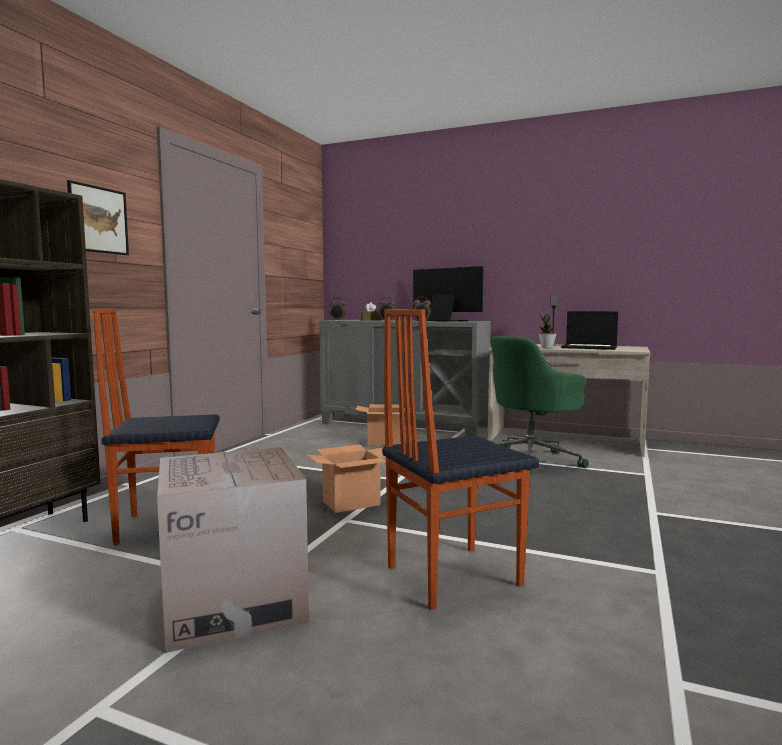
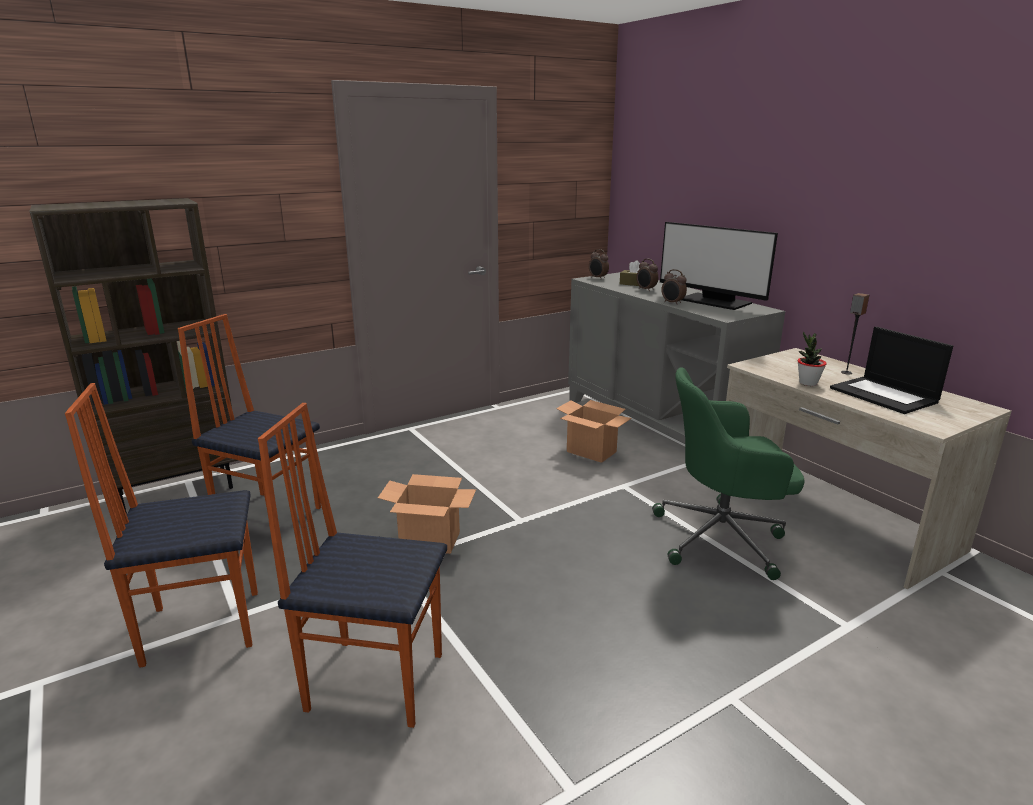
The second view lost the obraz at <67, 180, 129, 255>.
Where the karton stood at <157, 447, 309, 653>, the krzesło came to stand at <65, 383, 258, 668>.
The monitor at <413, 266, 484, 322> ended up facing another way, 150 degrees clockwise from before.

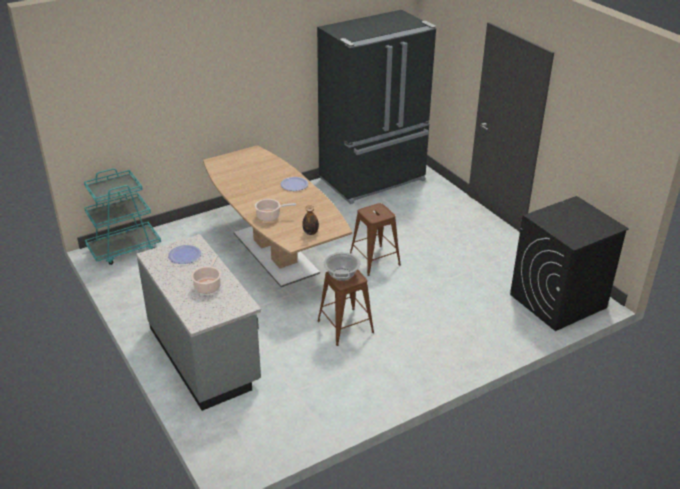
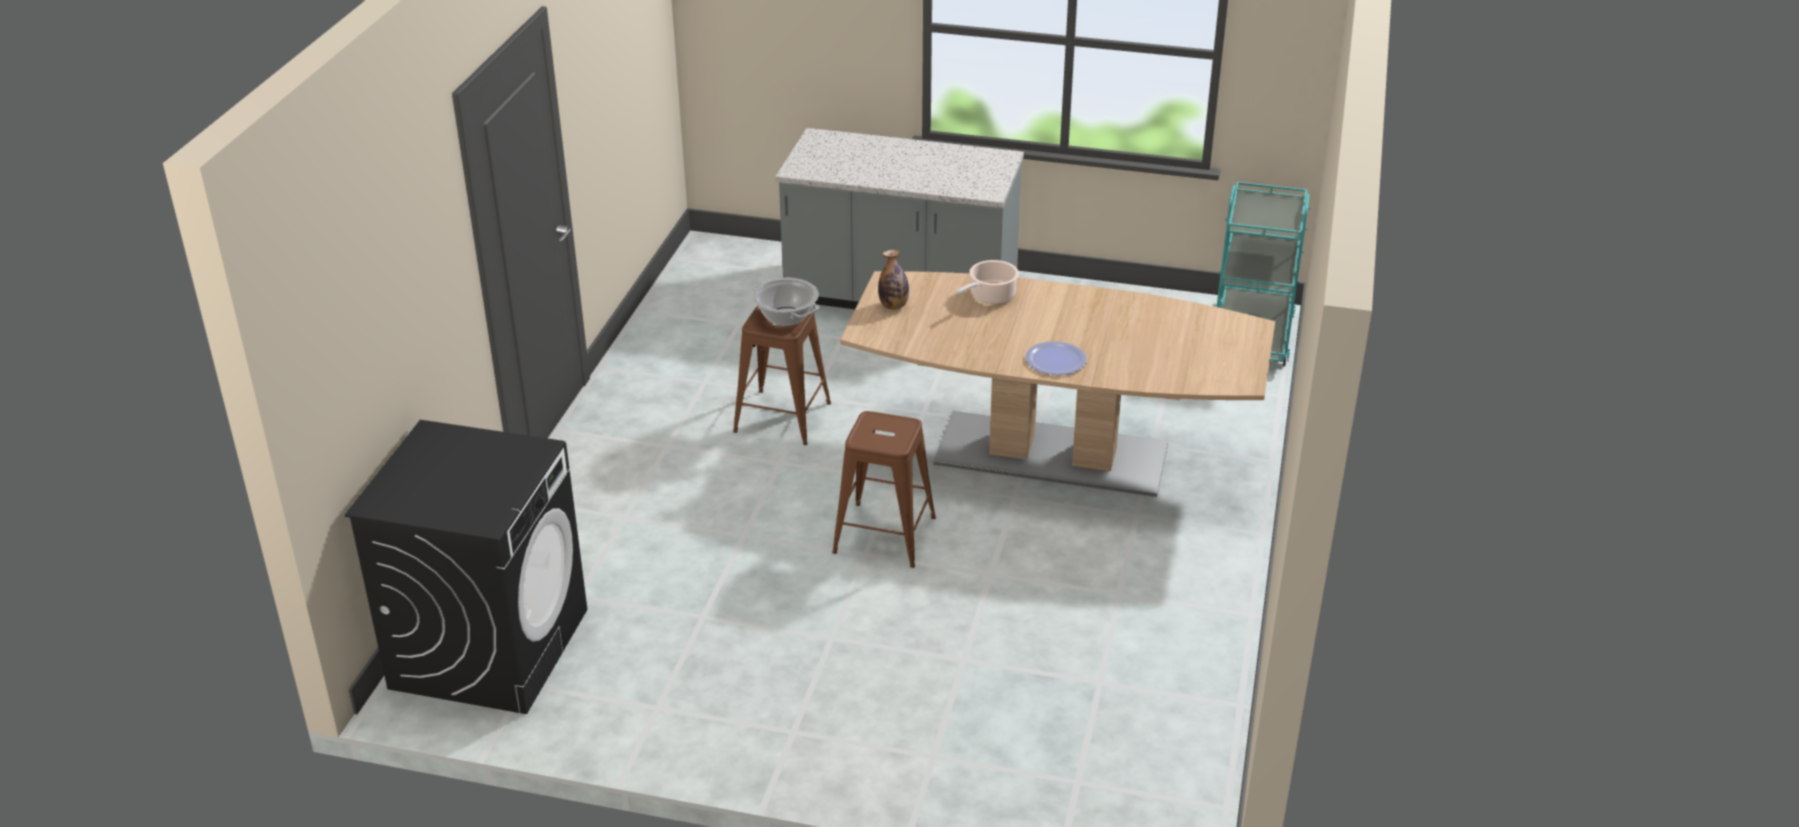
The second view lost the talerz at <168, 245, 201, 264>.
The second view lost the garnek at <191, 255, 221, 294>.
The second view lost the lodówka (czarny) at <317, 10, 437, 204>.

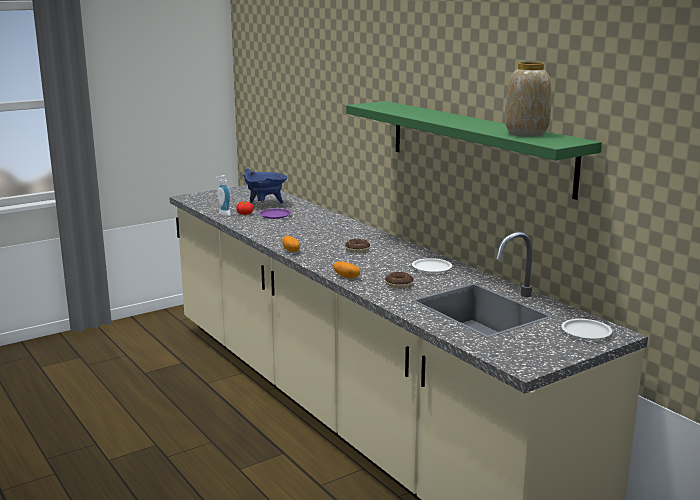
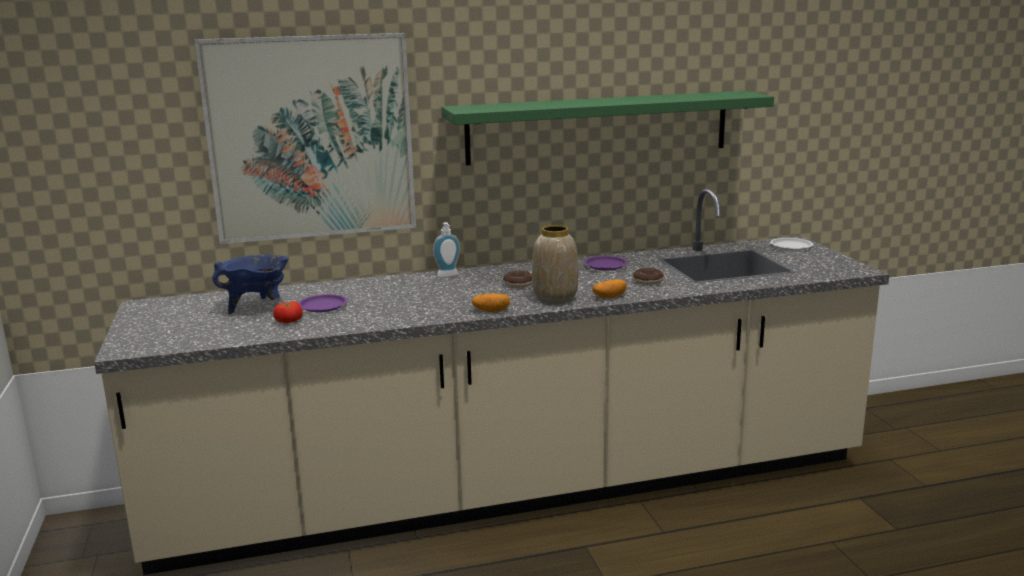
The second view gained the obraz at <194, 33, 416, 244>.
The dozownik mydła ended up elsewhere, having gone from <216, 175, 231, 216> to <433, 222, 460, 278>.
The wazon ended up elsewhere, having gone from <505, 62, 552, 137> to <532, 225, 579, 304>.
What was the talerz (biały) at <412, 258, 452, 273> turned into the talerz (fioletowy) at <584, 256, 628, 270>.

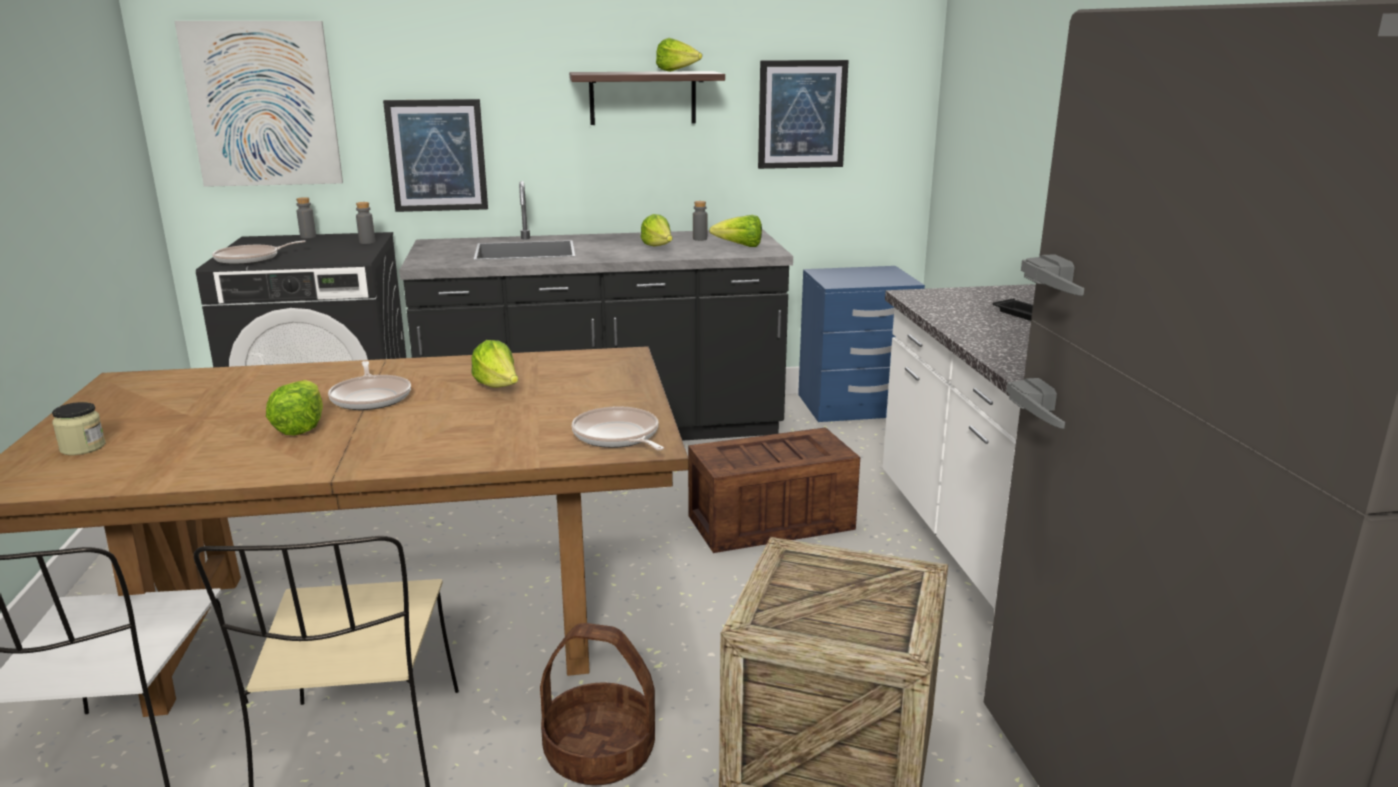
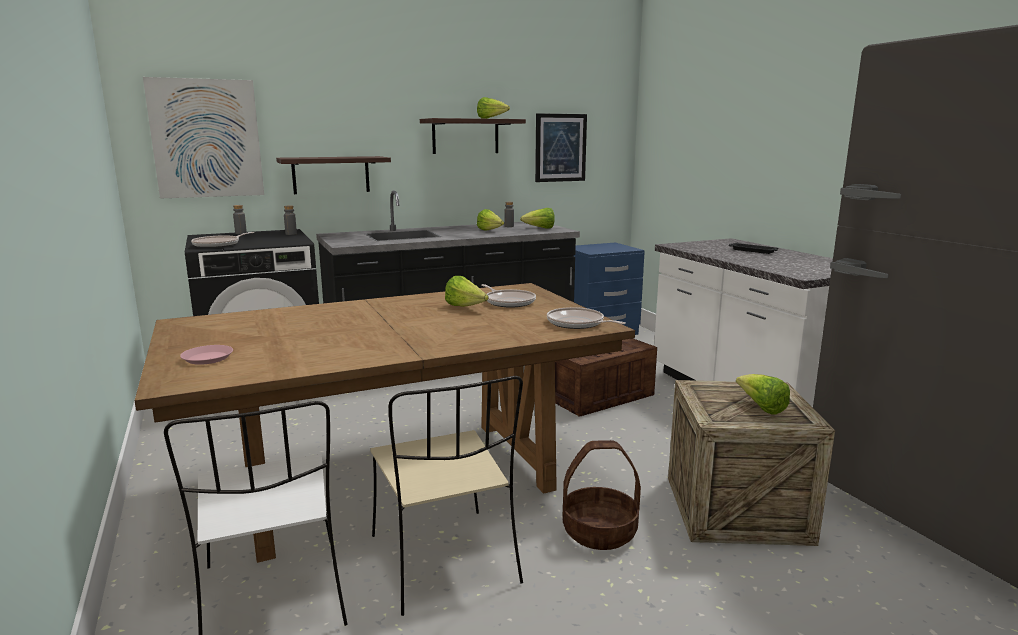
The sałata ended up elsewhere, having gone from <266, 380, 323, 436> to <736, 374, 790, 415>.
The patelnia ended up elsewhere, having gone from <328, 361, 411, 410> to <481, 284, 536, 308>.
Where the słoik stood at <52, 402, 106, 455>, the talerz (różowy) came to stand at <180, 345, 233, 365>.
Where the obraz hung at <383, 99, 488, 212>, the półka came to hang at <276, 156, 391, 194>.

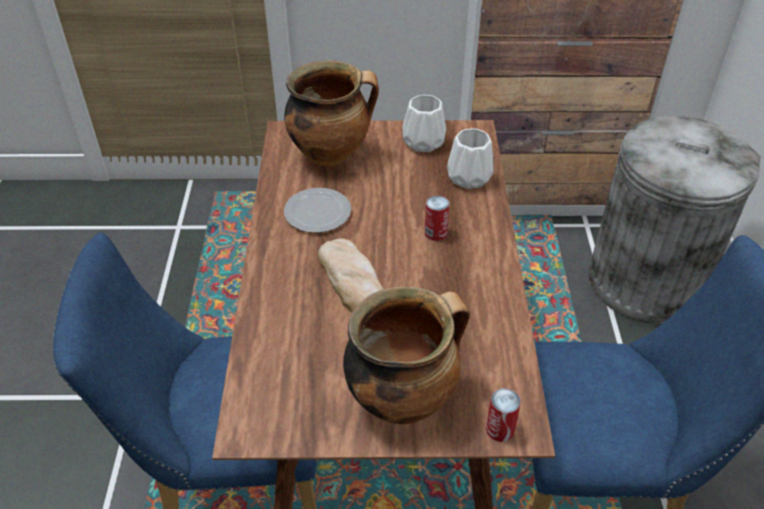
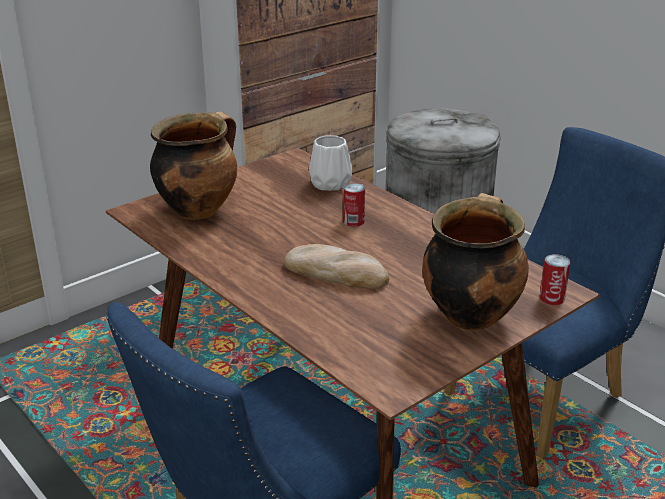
The second view lost the talerz at <284, 188, 351, 233>.
The second view lost the wazon (biały) at <402, 95, 446, 152>.

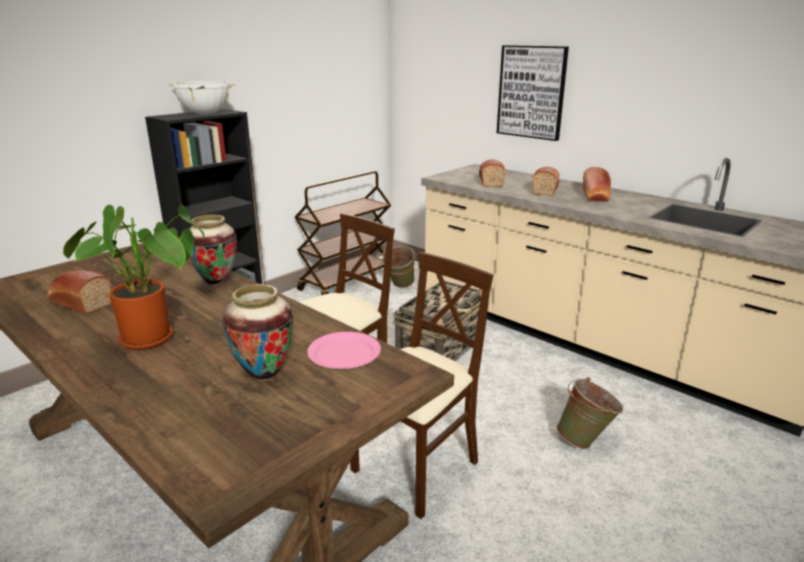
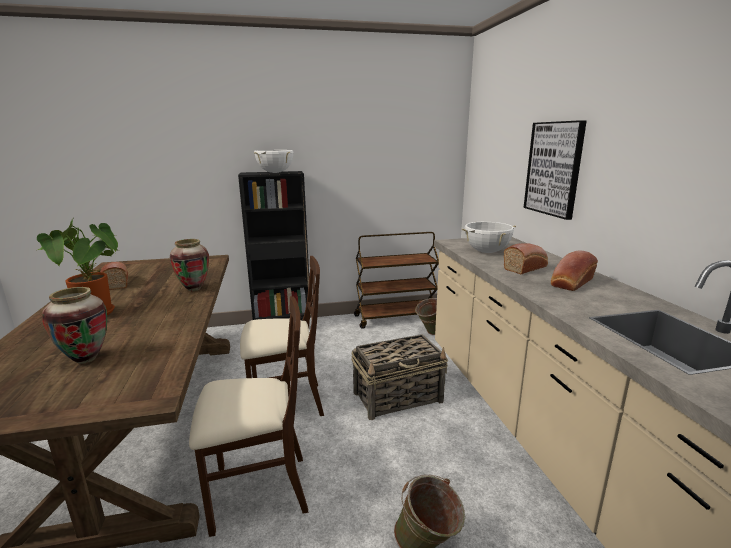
The second view lost the talerz (różowy) at <307, 332, 381, 369>.
Where the chleb stood at <479, 159, 505, 187>, the garnek (biały) came to stand at <462, 222, 516, 253>.

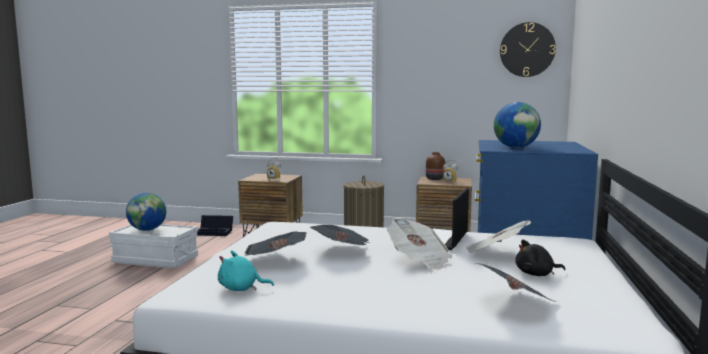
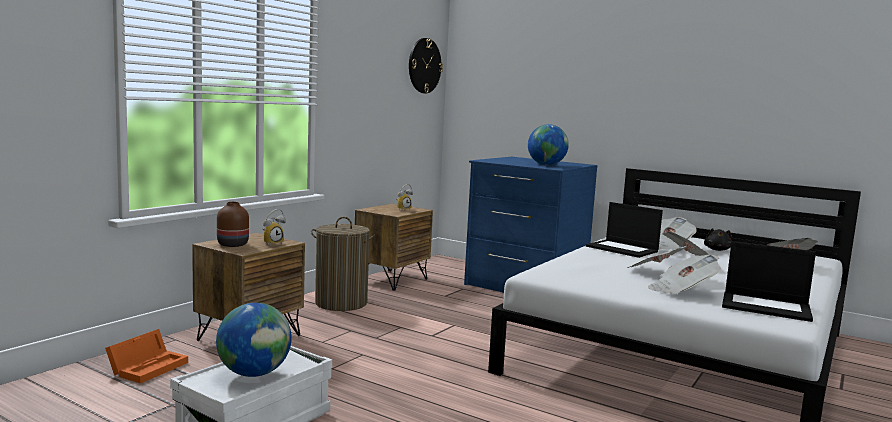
The wazon (brązowy) ended up elsewhere, having gone from <426, 152, 445, 180> to <217, 202, 249, 247>.
Where the pluszak (turkusowy) stood at <218, 251, 274, 291>, the laptop came to stand at <722, 241, 816, 322>.
What was the pojemnik do przechowywania (czarny) at <197, 215, 233, 236> turned into the pojemnik do przechowywania (pomarańczowy) at <105, 329, 188, 383>.

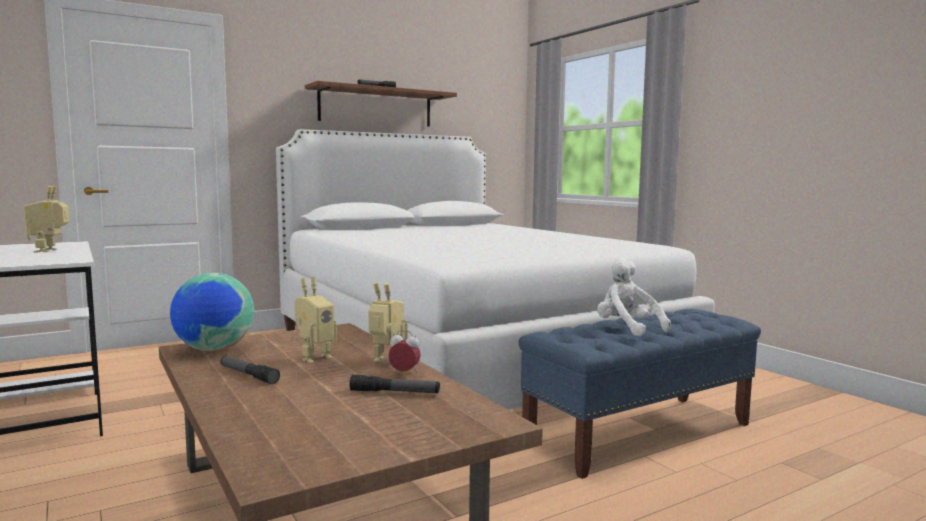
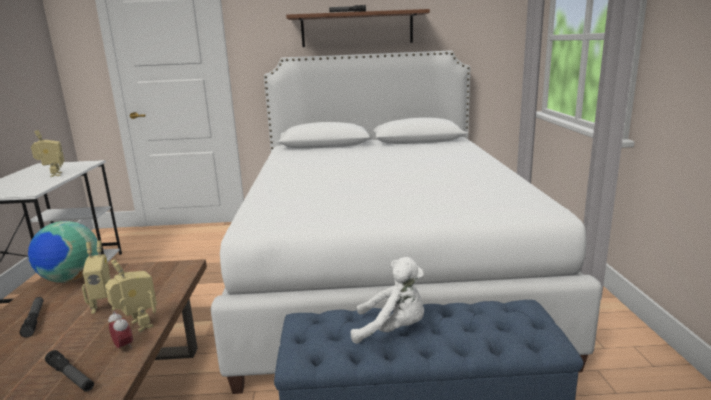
The robot zabawkowy at <24, 186, 69, 252> ended up facing another way, 135 degrees clockwise from before.
The pluszak (biały) at <597, 257, 671, 337> ended up facing another way, 105 degrees clockwise from before.

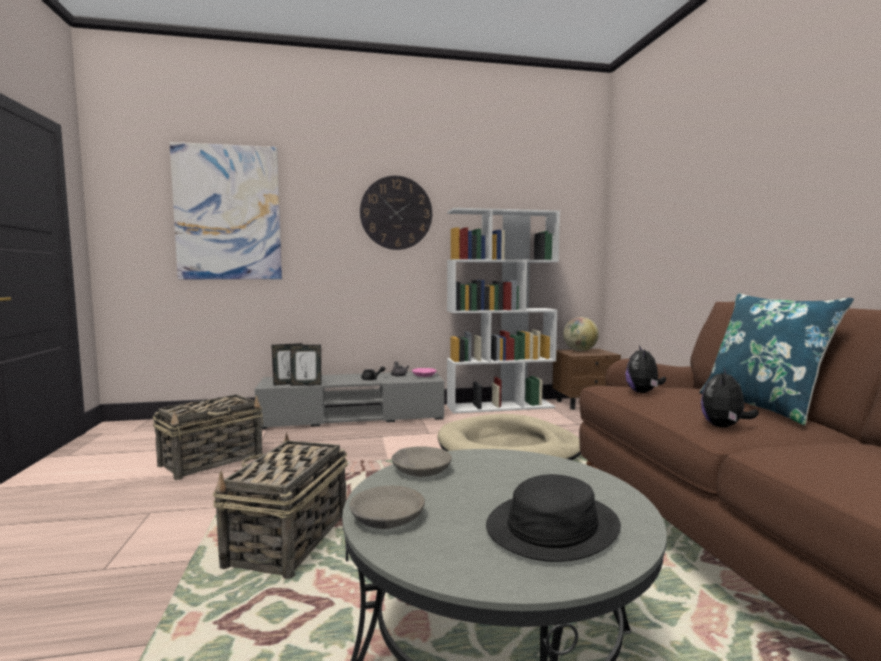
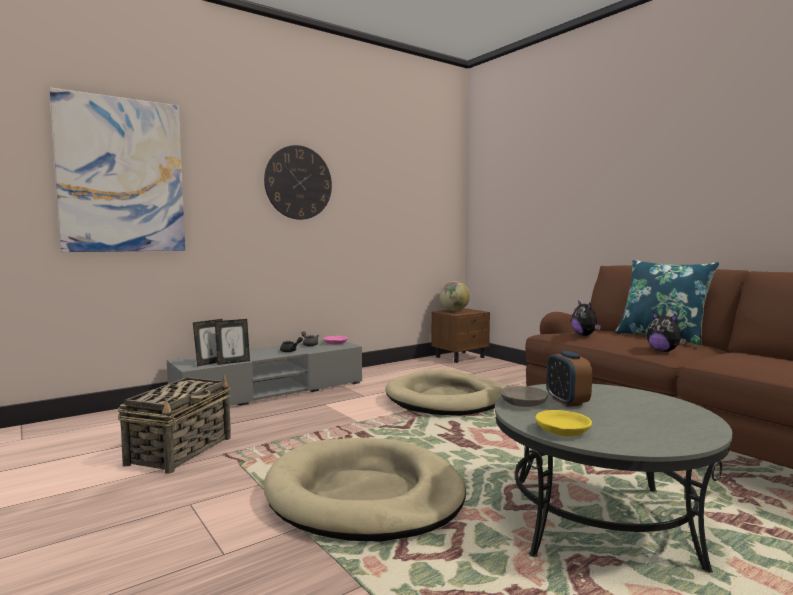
The second view lost the regał (biały) at <447, 208, 560, 414>.
The second view lost the kapelusz (czarny) at <486, 474, 621, 562>.
The second view gained the budzik at <546, 351, 592, 407>.
Where the koszyk stood at <213, 433, 348, 579>, the legowisko (beżowy) came to stand at <264, 438, 466, 542>.
What was the miska (szary) at <349, 486, 425, 529> turned into the miska (żółty) at <535, 410, 592, 437>.
The pluszak at <701, 368, 759, 428> ended up facing another way, 45 degrees counterclockwise from before.

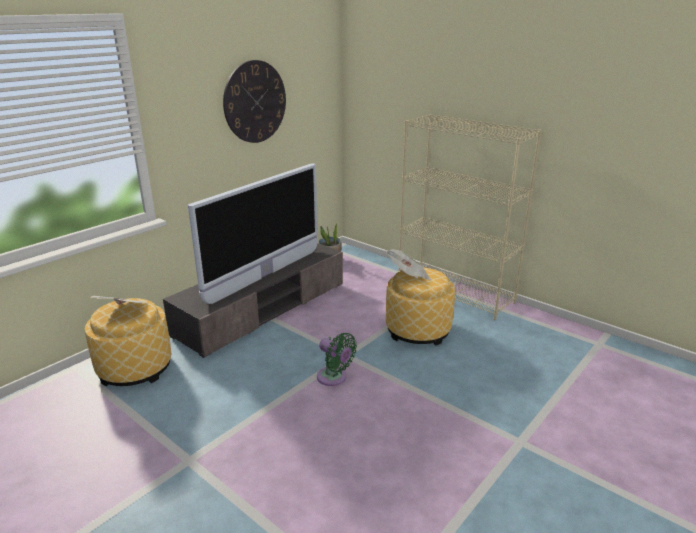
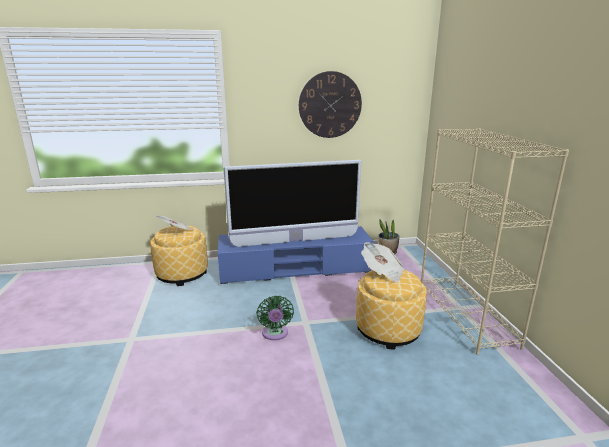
What was the szafka pod telewizor (szary) at <163, 243, 343, 358> turned into the szafka pod telewizor (niebieski) at <218, 226, 375, 284>.

